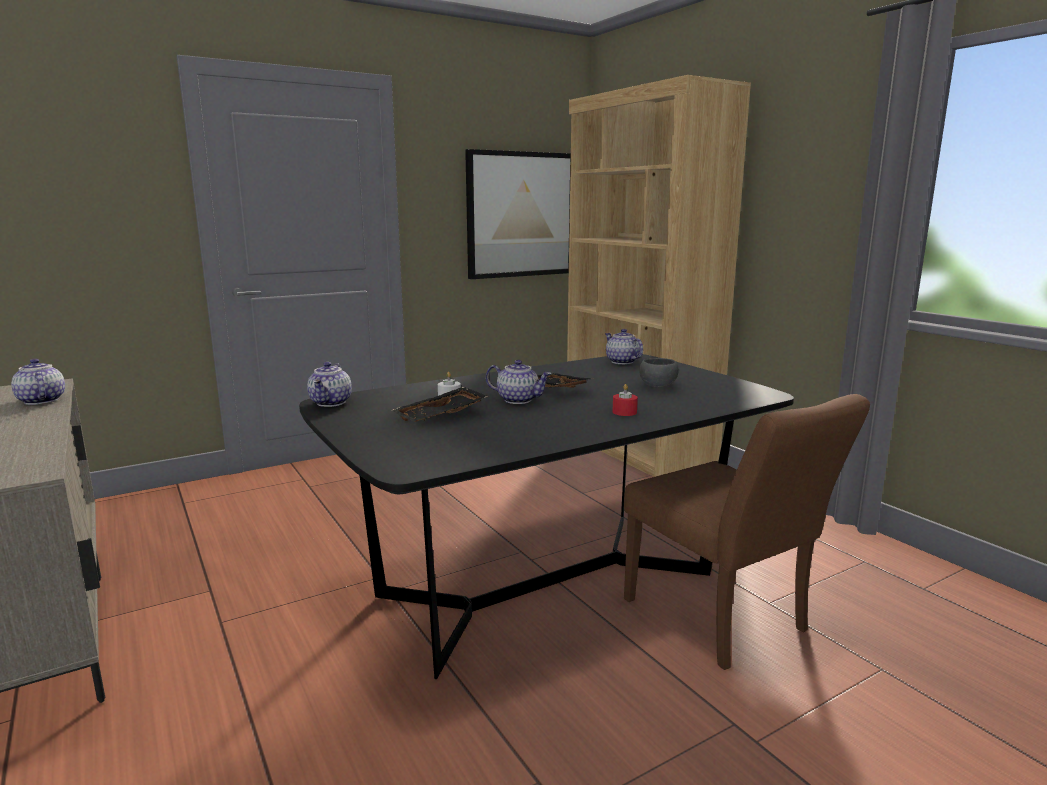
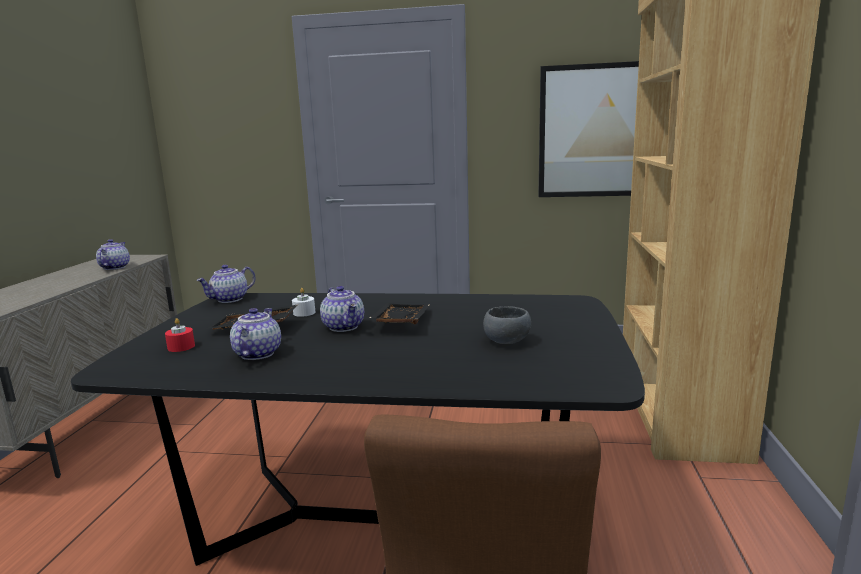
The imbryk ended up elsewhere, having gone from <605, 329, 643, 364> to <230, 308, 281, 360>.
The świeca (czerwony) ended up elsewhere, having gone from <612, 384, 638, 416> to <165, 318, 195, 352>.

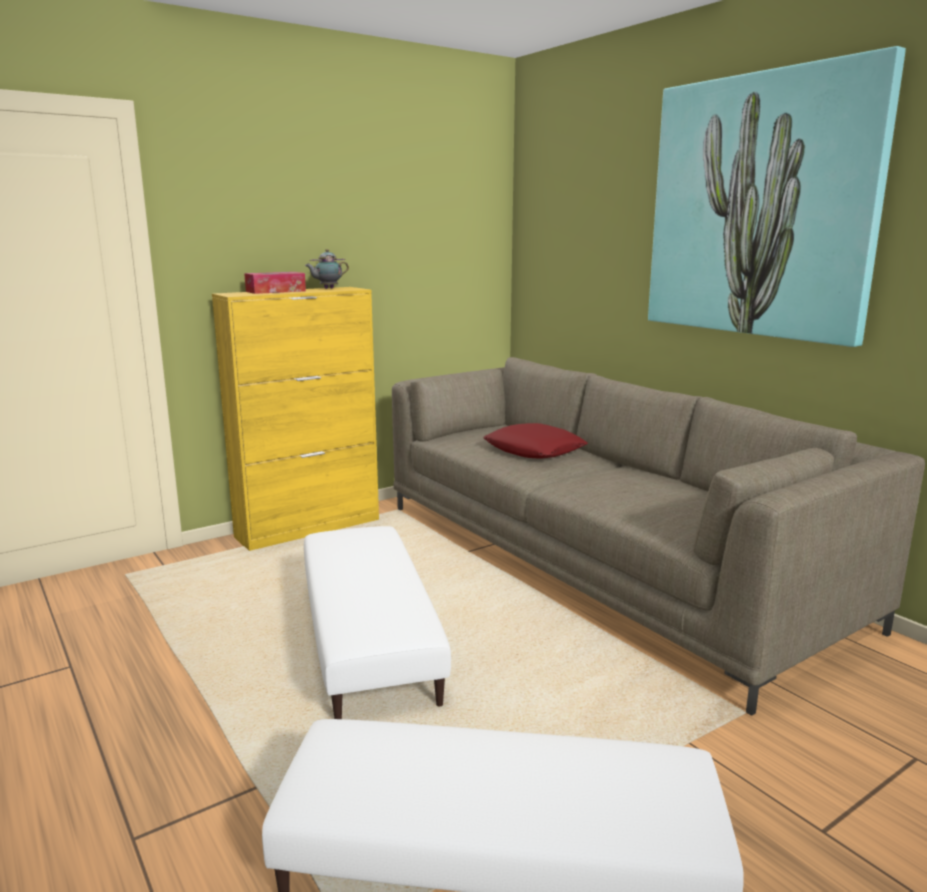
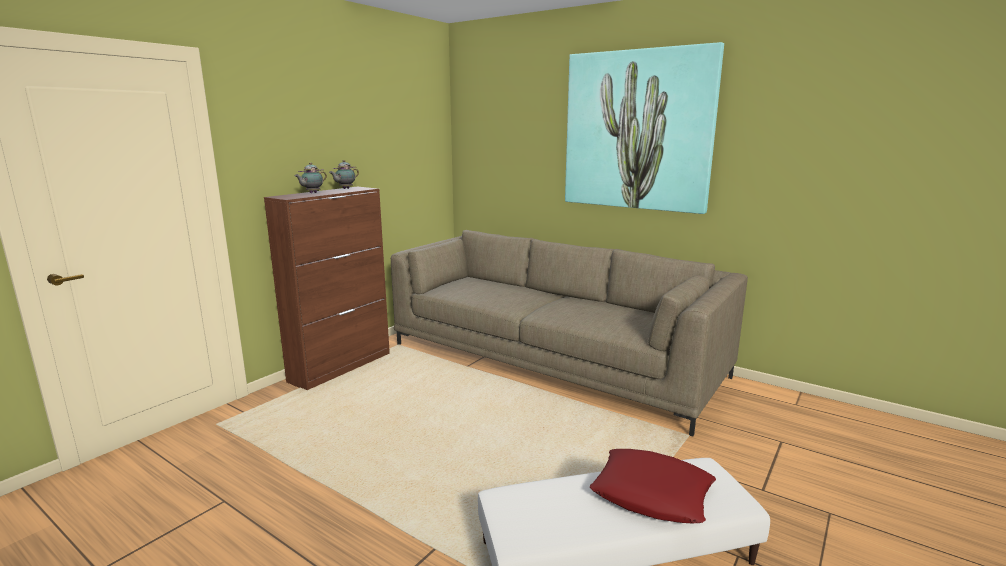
The second view lost the pufa (biały) at <304, 526, 451, 719>.
The poduszka (czerwony) ended up elsewhere, having gone from <483, 423, 588, 459> to <590, 449, 716, 523>.
Where the pudełko chusteczek stood at <244, 272, 306, 294>, the imbryk came to stand at <295, 162, 327, 193>.
What was the szafka (żółty) at <212, 287, 379, 551> turned into the szafka (brązowy) at <264, 187, 390, 390>.

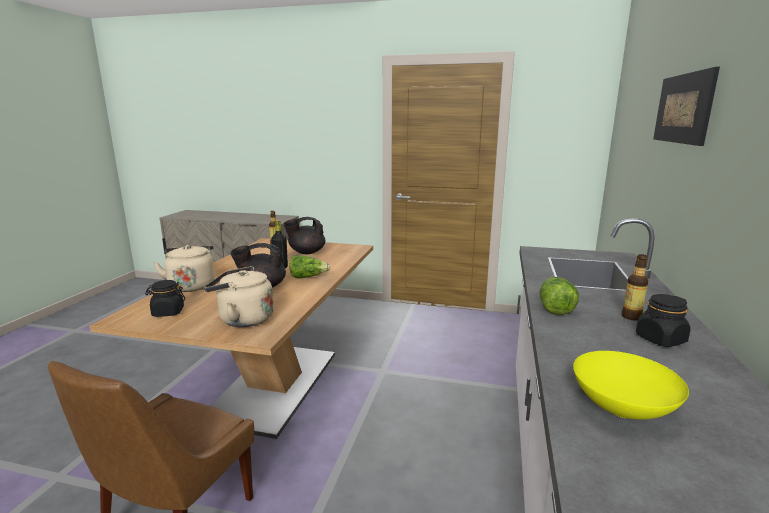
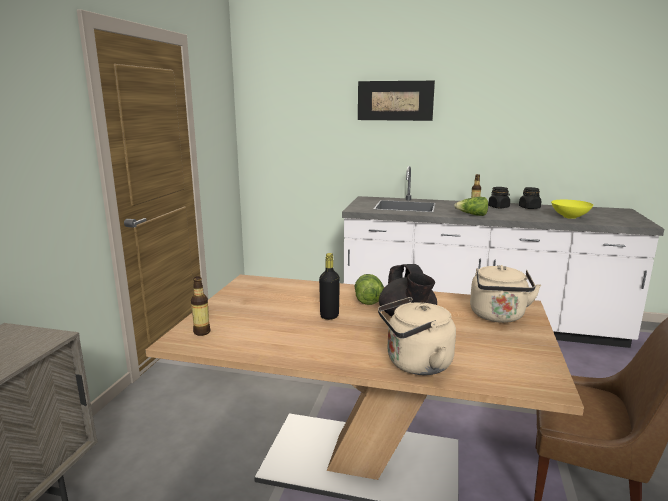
The second view lost the imbryk (czarny) at <284, 217, 325, 254>.
The słoik (czarny) ended up elsewhere, having gone from <145, 280, 185, 317> to <519, 187, 541, 209>.

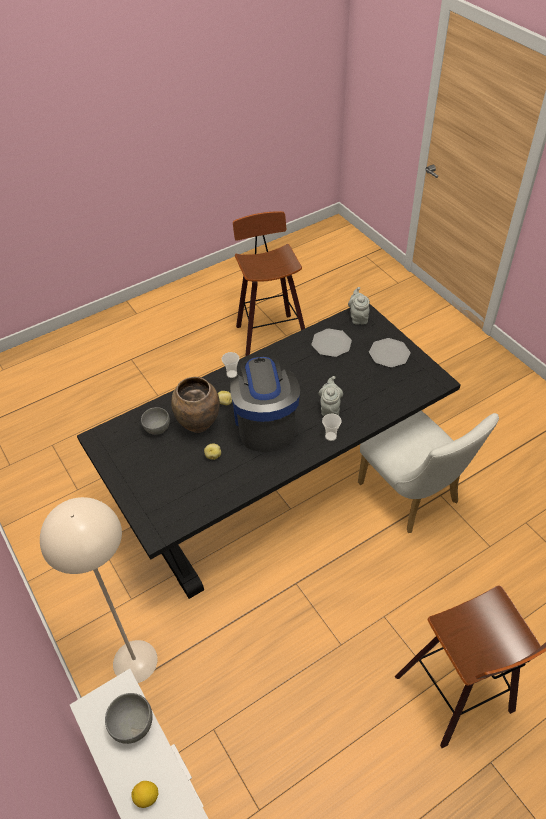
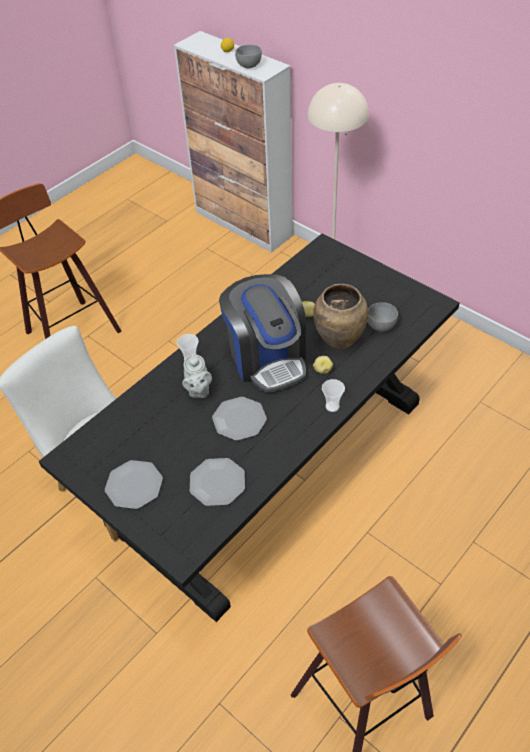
The second view lost the imbryk (szary) at <348, 287, 370, 325>.
The second view gained the talerz at <212, 397, 267, 441>.

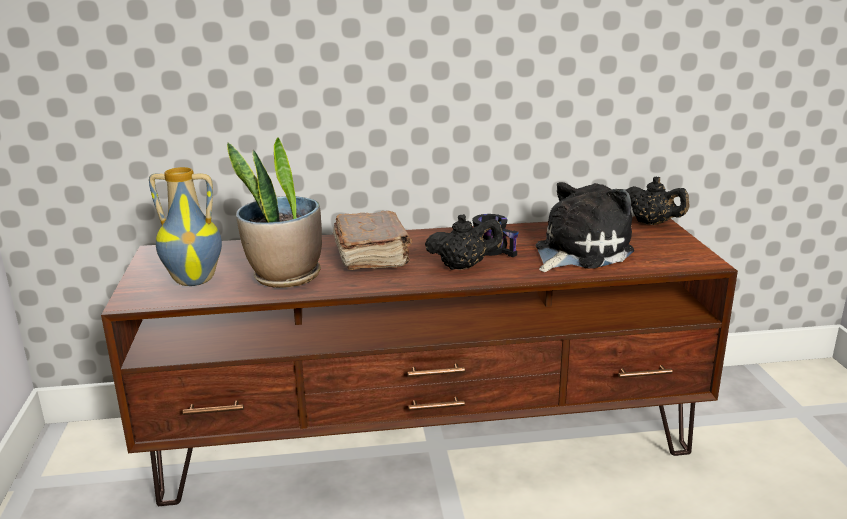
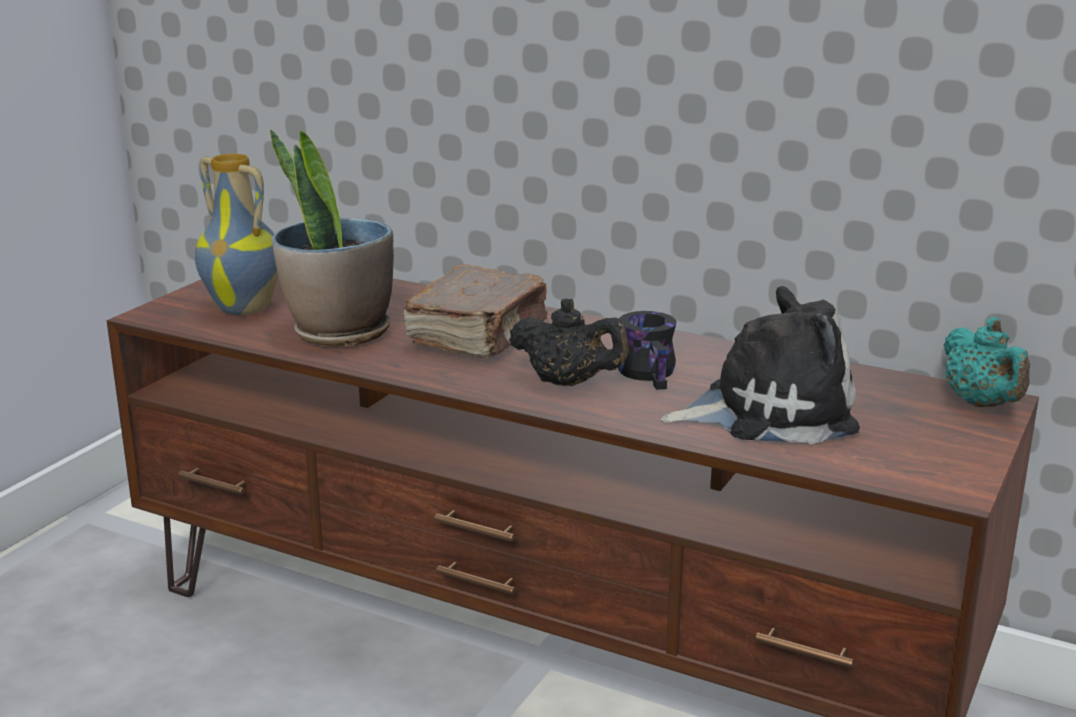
What was the imbryk (czarny) at <626, 177, 690, 225> turned into the imbryk (turkusowy) at <943, 317, 1030, 407>.

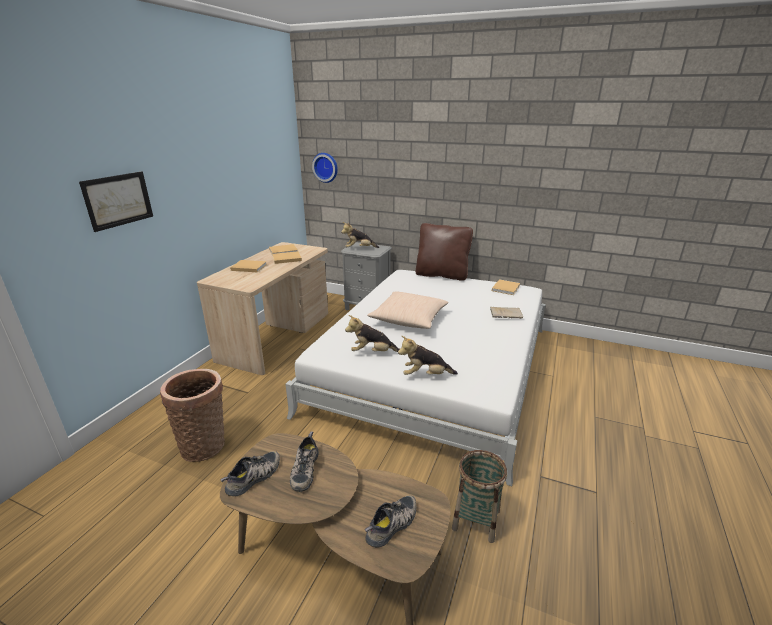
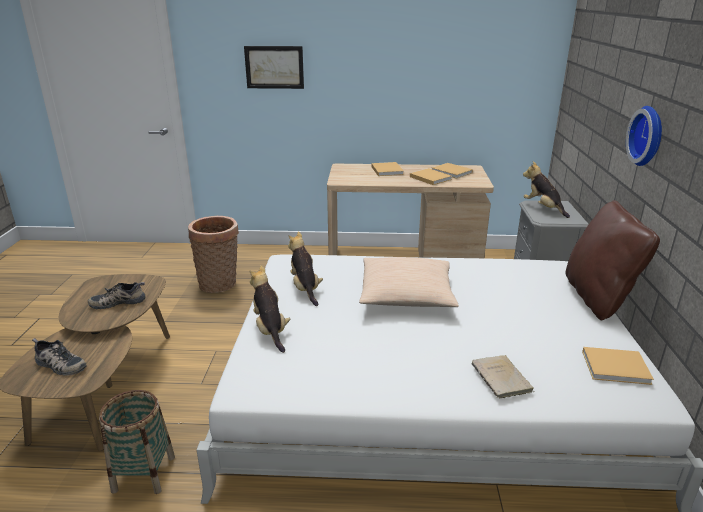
The second view lost the but at <220, 451, 280, 496>.
The zegar ścienny ended up elsewhere, having gone from <312, 153, 338, 183> to <626, 106, 662, 166>.

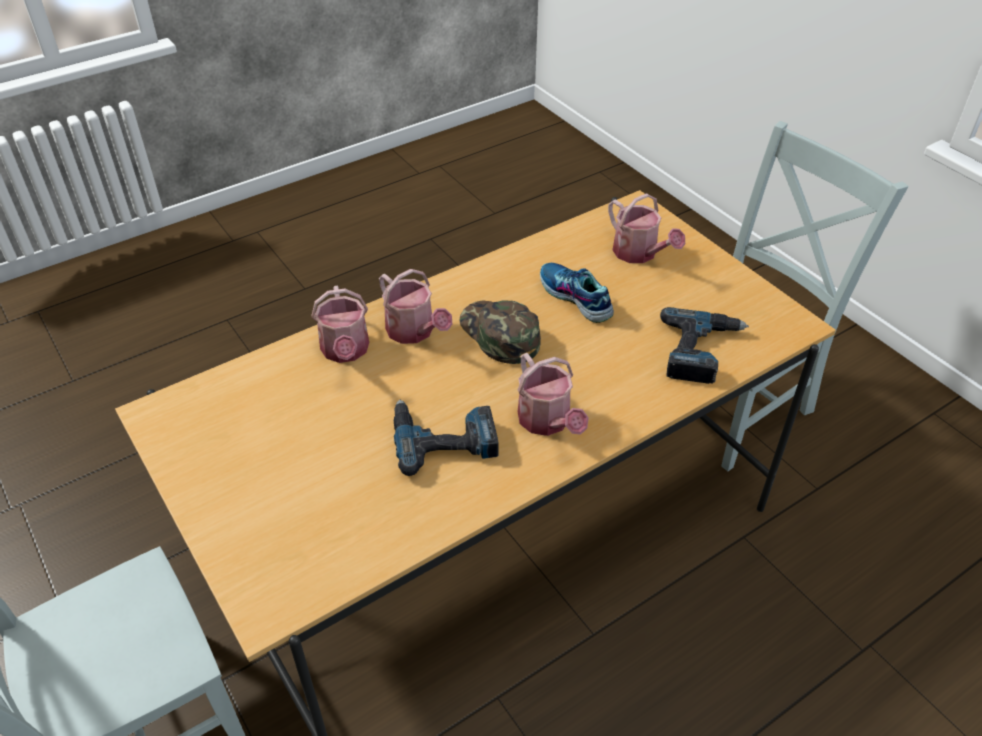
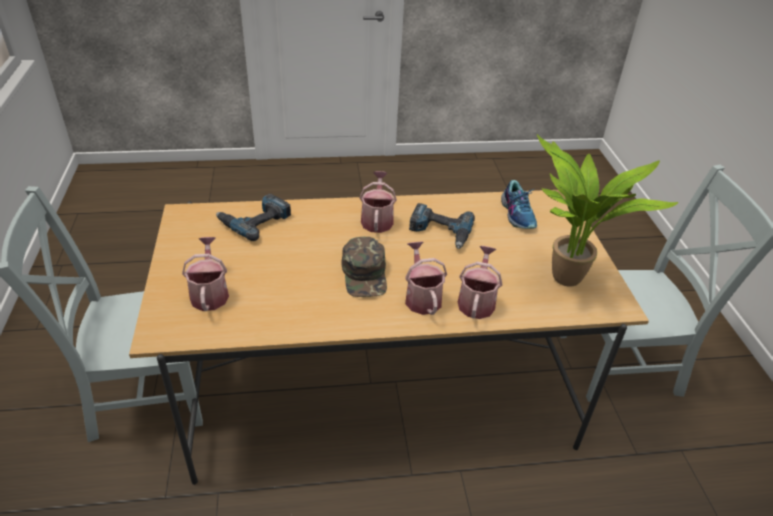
The second view gained the roślina doniczkowa at <537, 134, 679, 287>.
The but ended up elsewhere, having gone from <540, 263, 614, 323> to <501, 180, 537, 229>.

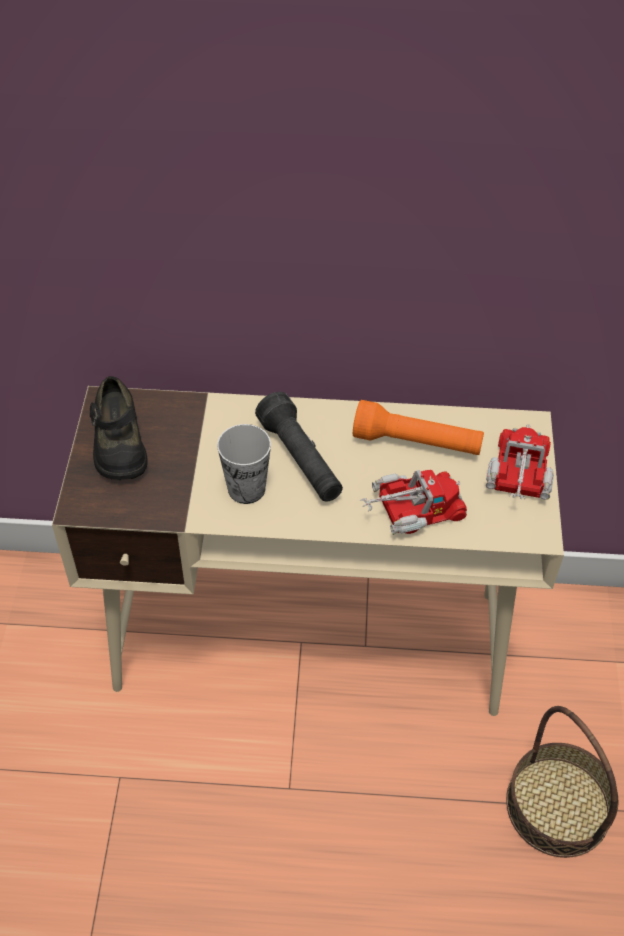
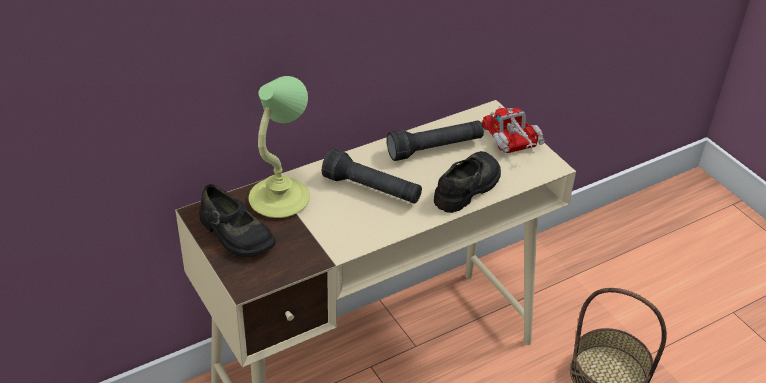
The second view lost the filiżanka at <217, 424, 271, 504>.
The second view gained the lampa stołowa at <249, 76, 310, 218>.
Where the ciężarówka zabawkowa stood at <360, 470, 467, 535>, the but (czarny) came to stand at <434, 151, 501, 213>.
What was the latarka (pomarańczowy) at <353, 400, 484, 455> turned into the latarka (czarny) at <387, 121, 484, 161>.

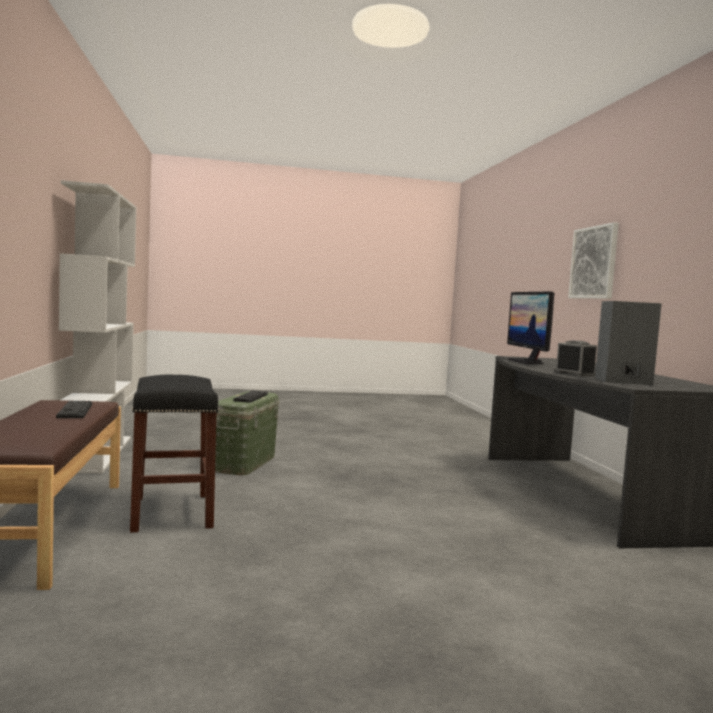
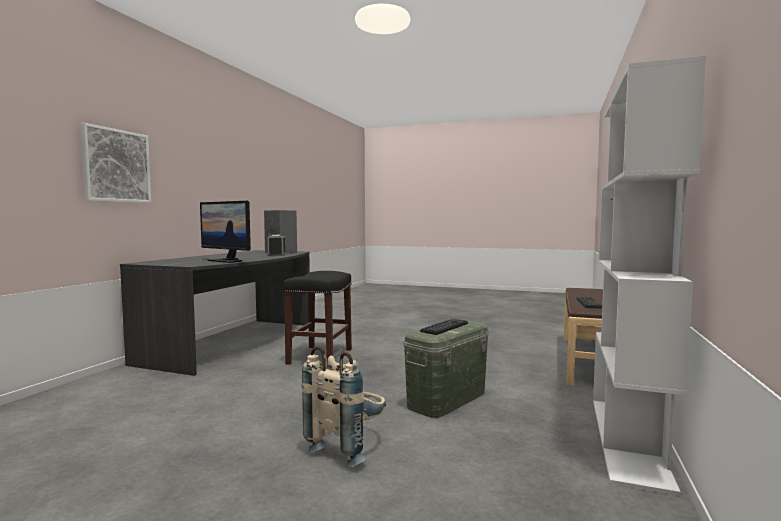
The second view gained the plecak (beżowy) at <301, 346, 386, 468>.
The stołek (czarny) ended up elsewhere, having gone from <130, 375, 219, 533> to <283, 271, 352, 367>.
The monitor at <507, 291, 554, 364> ended up facing another way, 105 degrees clockwise from before.

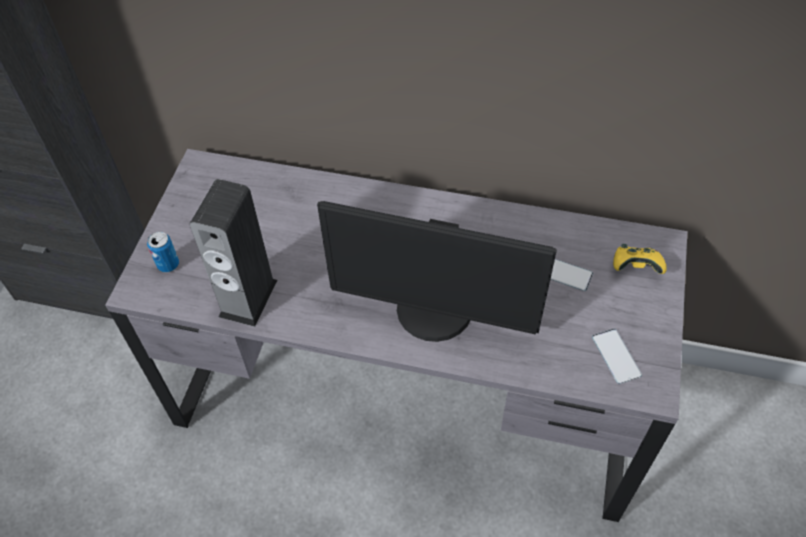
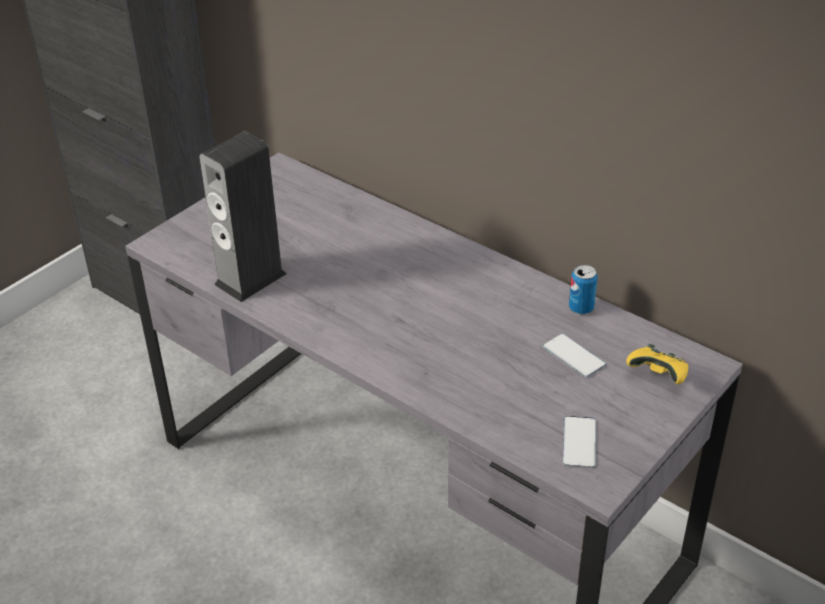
The second view lost the monitor at <317, 201, 557, 342>.
The puszka ended up elsewhere, having gone from <147, 232, 179, 272> to <569, 265, 598, 314>.

